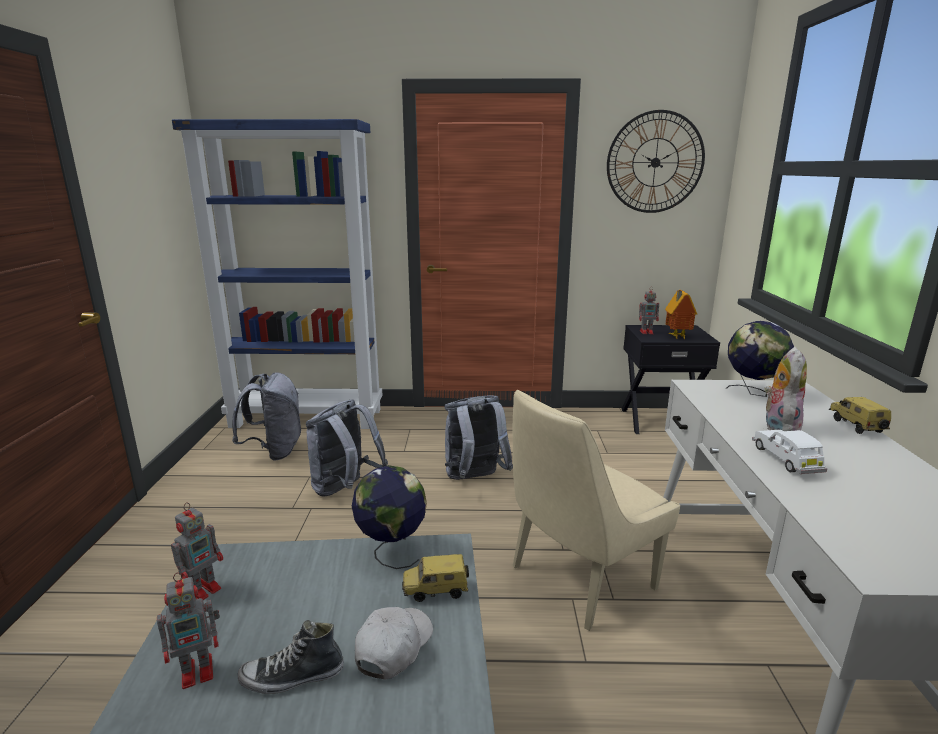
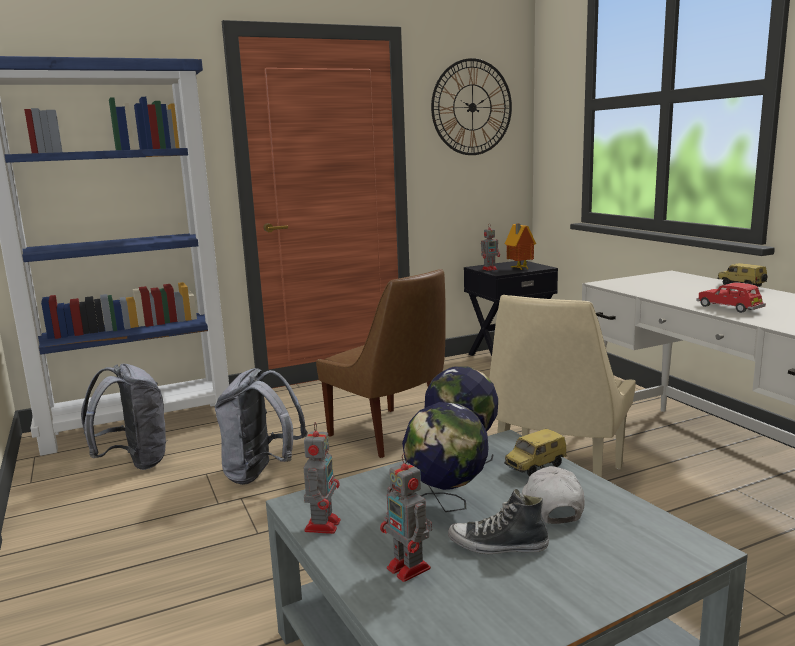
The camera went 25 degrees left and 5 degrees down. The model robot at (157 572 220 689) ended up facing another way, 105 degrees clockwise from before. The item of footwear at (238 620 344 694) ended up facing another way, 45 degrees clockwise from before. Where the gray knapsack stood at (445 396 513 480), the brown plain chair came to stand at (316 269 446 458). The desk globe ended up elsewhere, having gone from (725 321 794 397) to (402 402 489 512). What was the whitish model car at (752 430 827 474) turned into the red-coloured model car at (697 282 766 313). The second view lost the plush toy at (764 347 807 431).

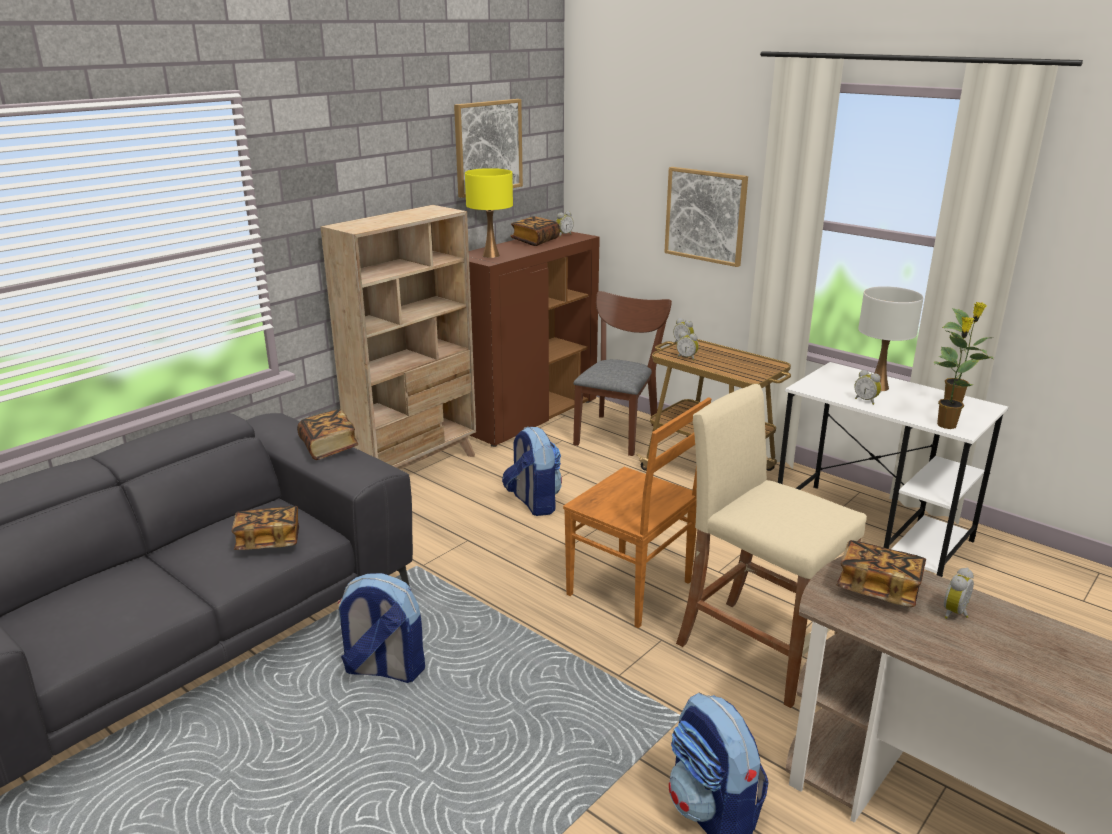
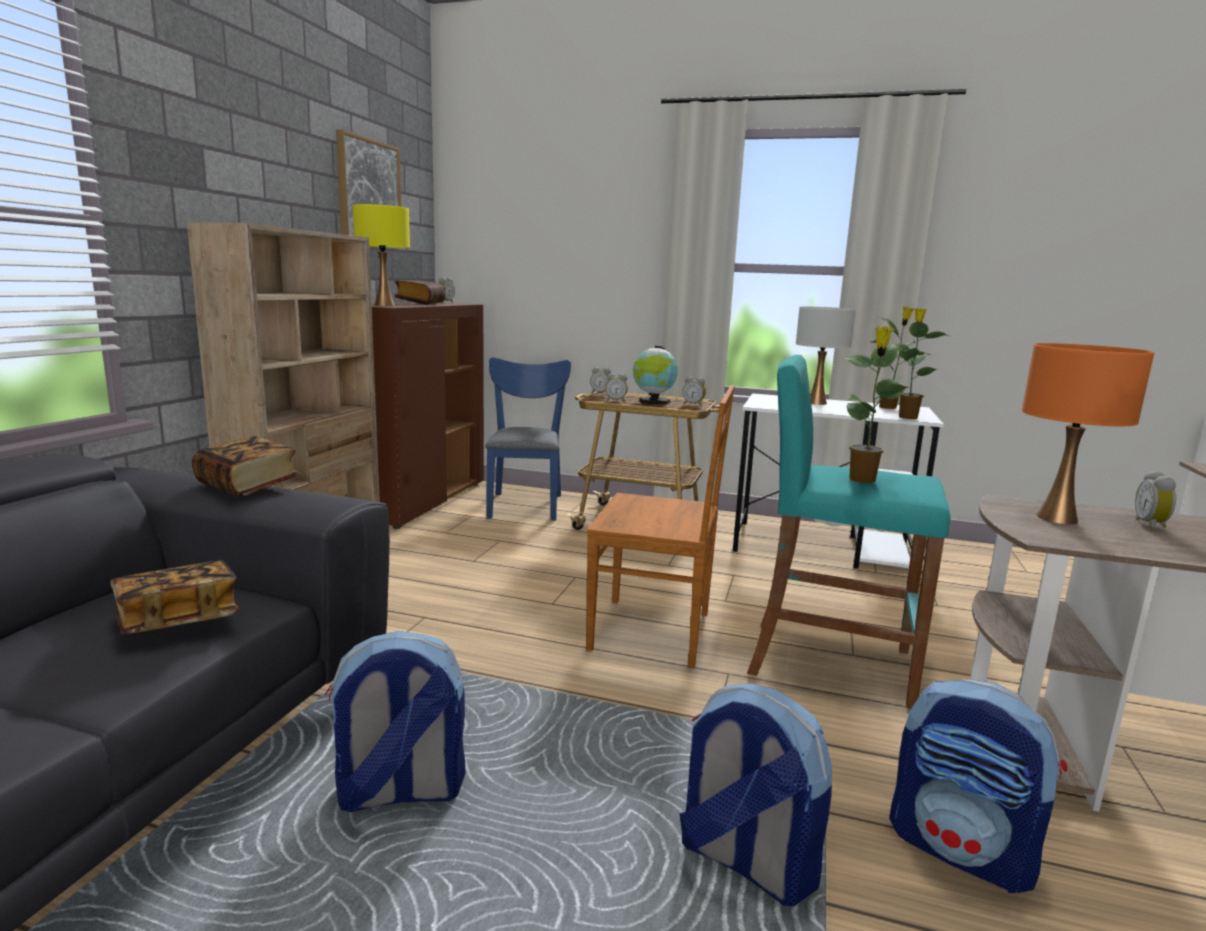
The camera went 25 degrees left and 10 degrees down. The knapsack ended up elsewhere, having gone from (502 427 562 516) to (679 684 832 906). What was the brown plain chair at (573 291 672 456) turned into the blue plain chair at (485 357 571 520). The second view lost the wall art at (664 167 748 267). What was the beige-coloured stool at (676 384 867 708) turned into the turquoise stool at (747 355 950 709). Where the book stood at (836 540 926 607), the orange lamp for a table came to stand at (1022 343 1154 524). The bedside clock ended up elsewhere, having gone from (855 370 881 405) to (683 377 706 406). The second view gained the desk globe at (633 346 678 405). The second view gained the plant in a pot at (844 326 910 483).

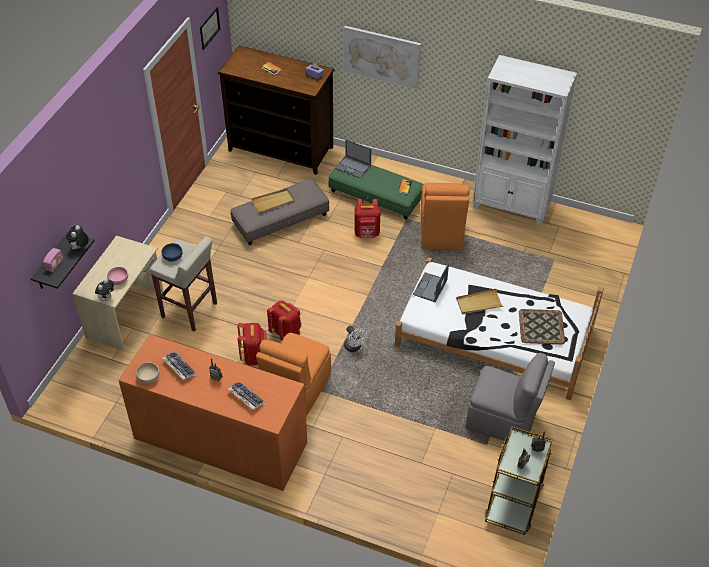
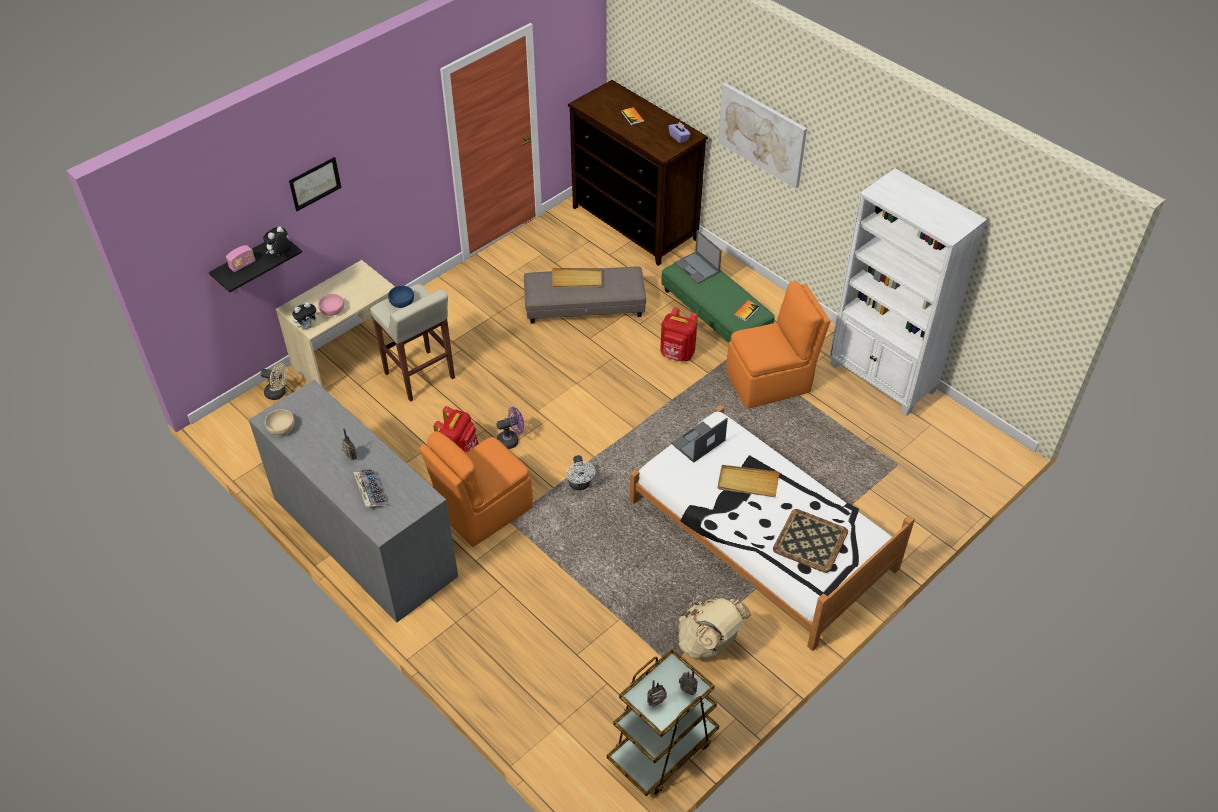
The camera went 25 degrees right and 0 degrees up. What was the orange drawer chest at (118 334 307 491) turned into the gray drawer chest at (249 380 458 622). The second view lost the keyboard at (162 352 197 379). The wall art ended up elsewhere, having gone from (200 7 220 50) to (289 157 341 211). Where the red-coloured knapsack stood at (267 300 301 341), the purplish electric fan came to stand at (496 407 524 449). The orange plain chair at (421 183 470 249) ended up facing another way, 135 degrees counterclockwise from before. Where the gray plain chair stood at (466 353 555 441), the beige-coloured knapsack came to stand at (678 598 751 659). The second view gained the beige-coloured electric fan at (261 363 288 400).

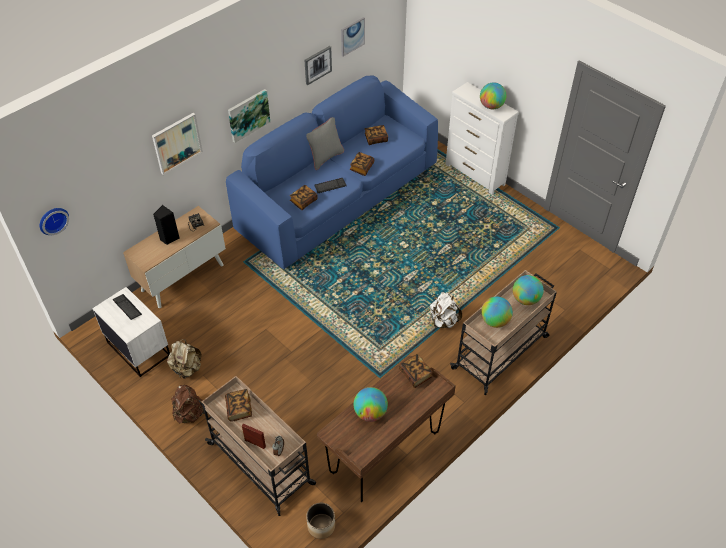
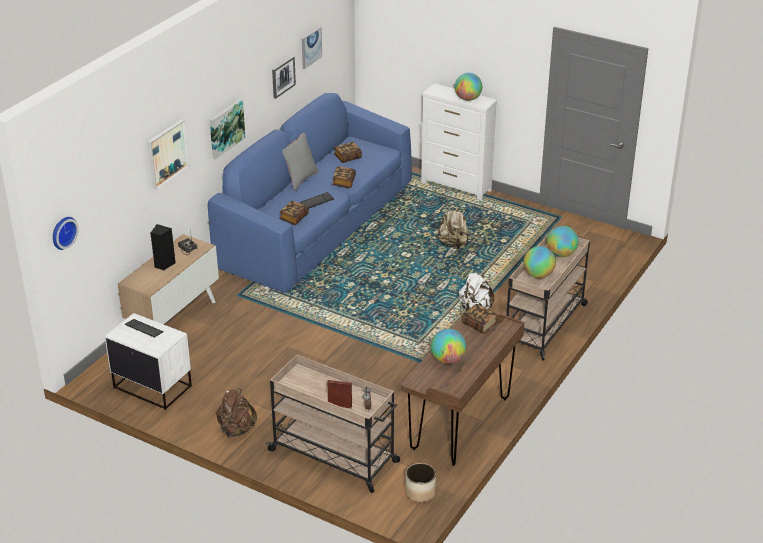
The camera went 15 degrees left and 15 degrees down. The beige-coloured knapsack ended up elsewhere, having gone from (167 339 202 379) to (436 206 470 249). The second view lost the book at (225 389 252 422).

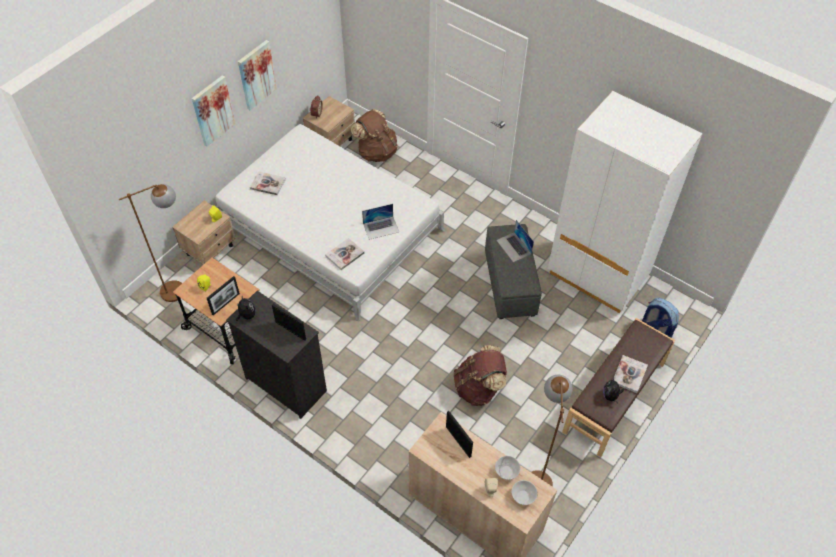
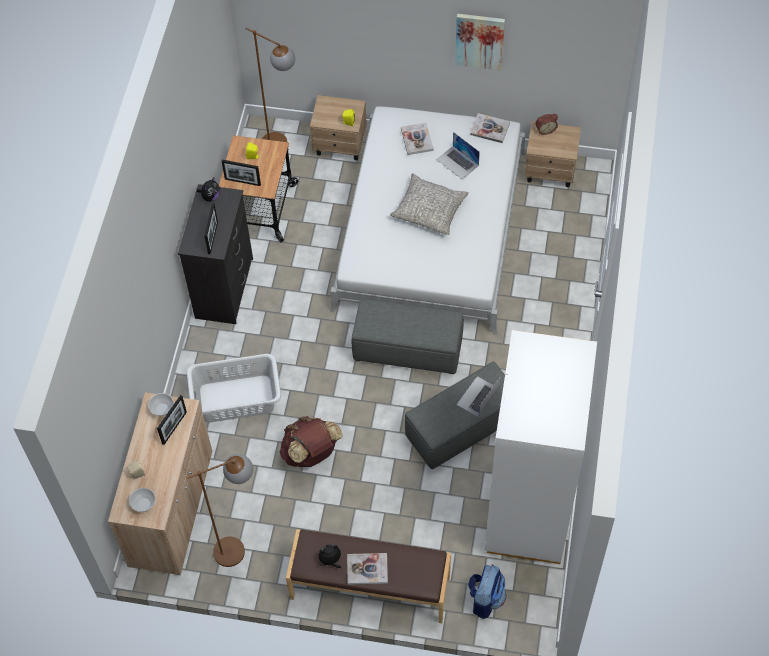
The camera went 65 degrees right and 5 degrees up. The second view lost the wall art at (192 75 235 147). The book ended up elsewhere, having gone from (325 238 364 270) to (470 113 510 143). The second view lost the brown knapsack at (351 109 398 162). The portable computer ended up elsewhere, having gone from (362 204 399 240) to (436 132 480 180). The bowl ended up elsewhere, having gone from (495 456 520 480) to (148 393 174 416). The second view gained the whitish hamper at (187 354 281 422). The second view gained the gray ottoman at (352 299 463 374). The second view gained the gray cushion at (390 173 469 235).

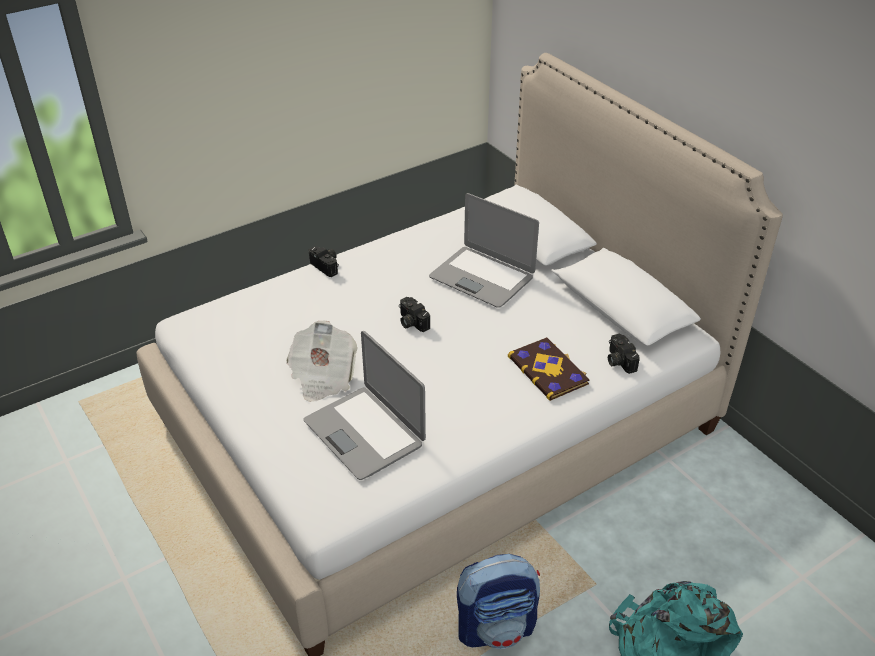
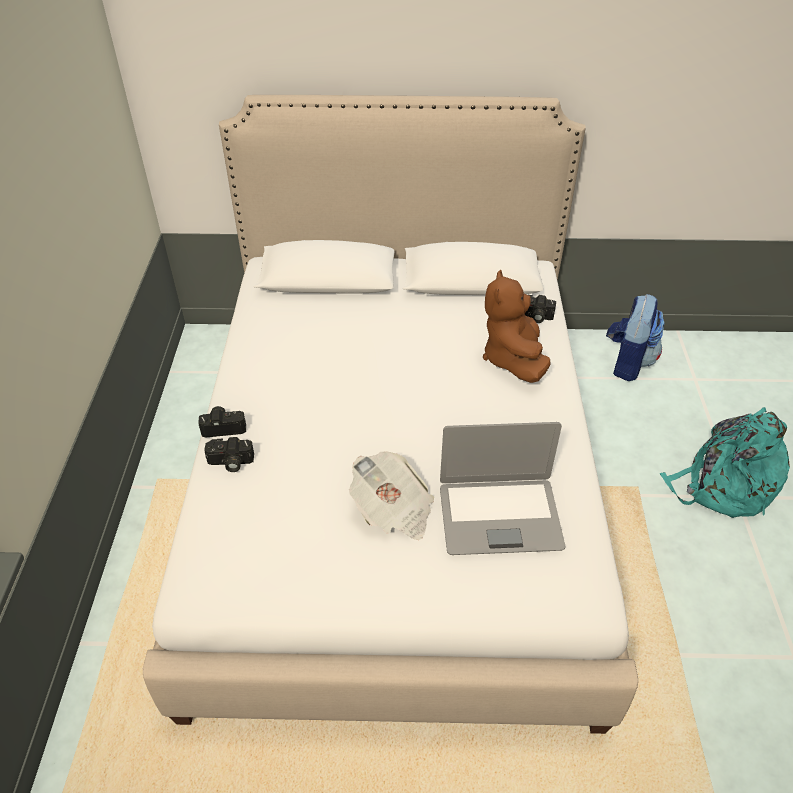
The camera went 55 degrees left and 5 degrees up. The photo camera ended up elsewhere, having gone from (399 297 430 332) to (204 437 254 472). The second view lost the portable computer at (429 193 539 308). The knapsack ended up elsewhere, having gone from (457 554 540 649) to (606 294 665 381). Where the book stood at (508 337 590 401), the brown plush toy came to stand at (483 270 551 383).

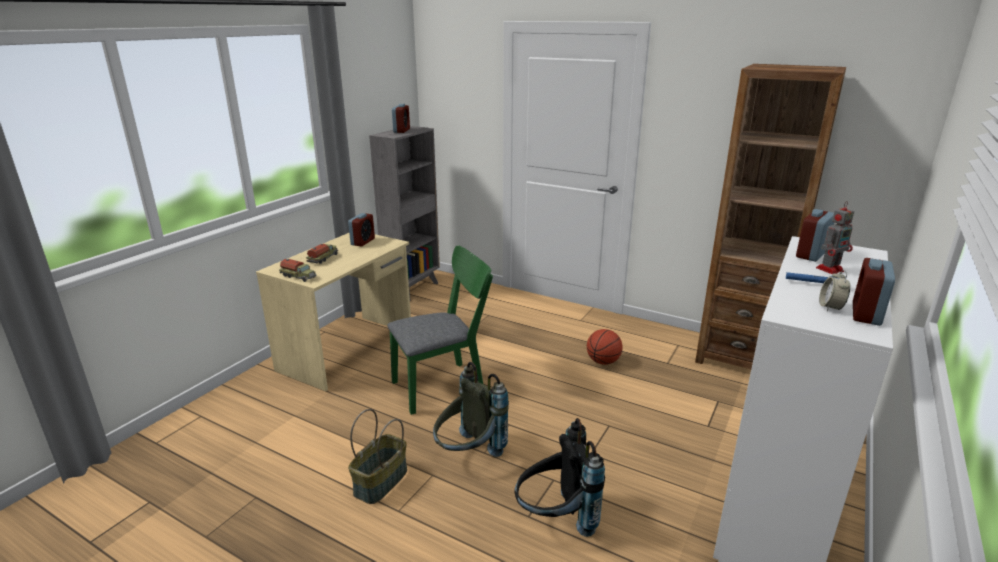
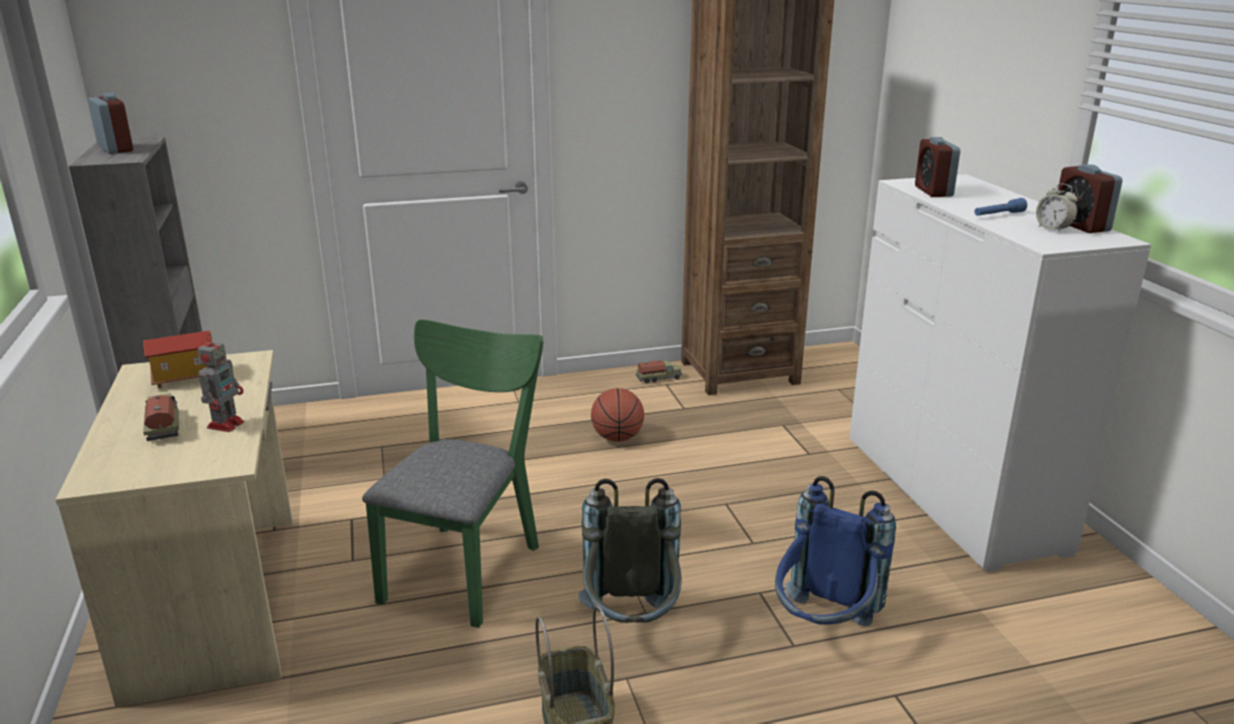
The camera went 45 degrees left and 0 degrees up. The toy truck ended up elsewhere, having gone from (279 259 316 282) to (636 360 682 384). Where the bedside clock stood at (348 213 375 247), the model house came to stand at (143 330 212 389). What was the black knapsack at (515 418 605 537) turned into the blue knapsack at (775 476 896 627). The model robot ended up elsewhere, having gone from (816 201 854 274) to (198 334 244 432).

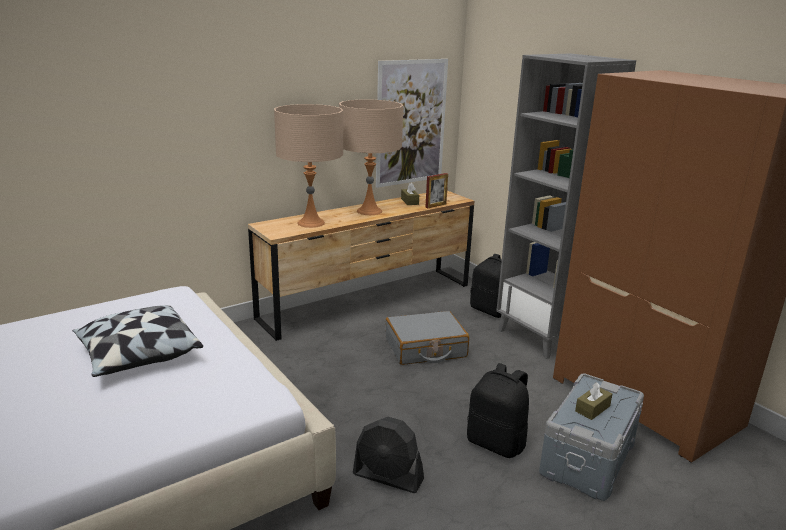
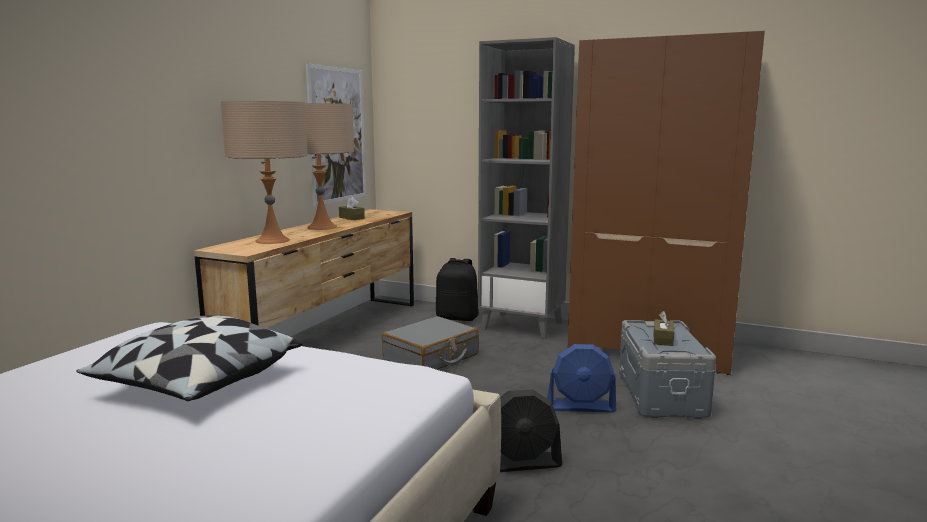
The camera went 30 degrees left and 10 degrees down. The second view lost the picture frame at (425 173 448 208). Where the black knapsack stood at (467 363 529 458), the blue electric fan came to stand at (547 344 617 413).

